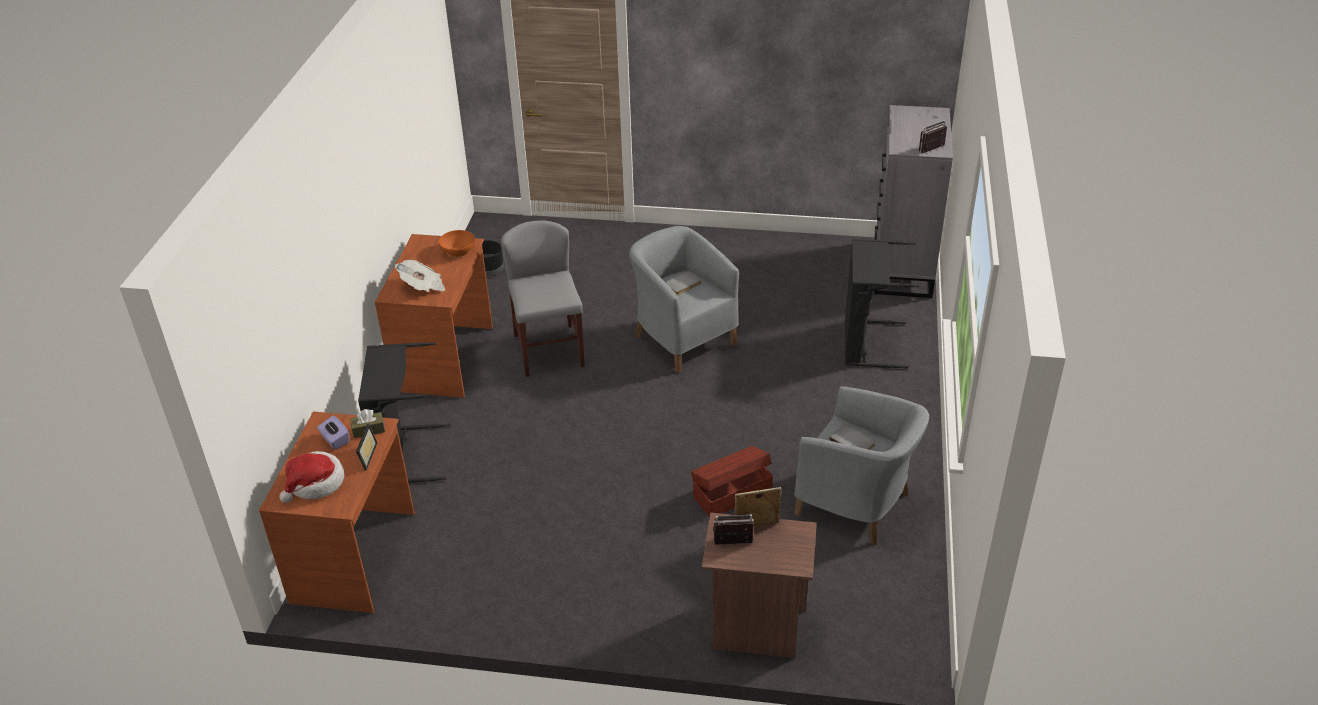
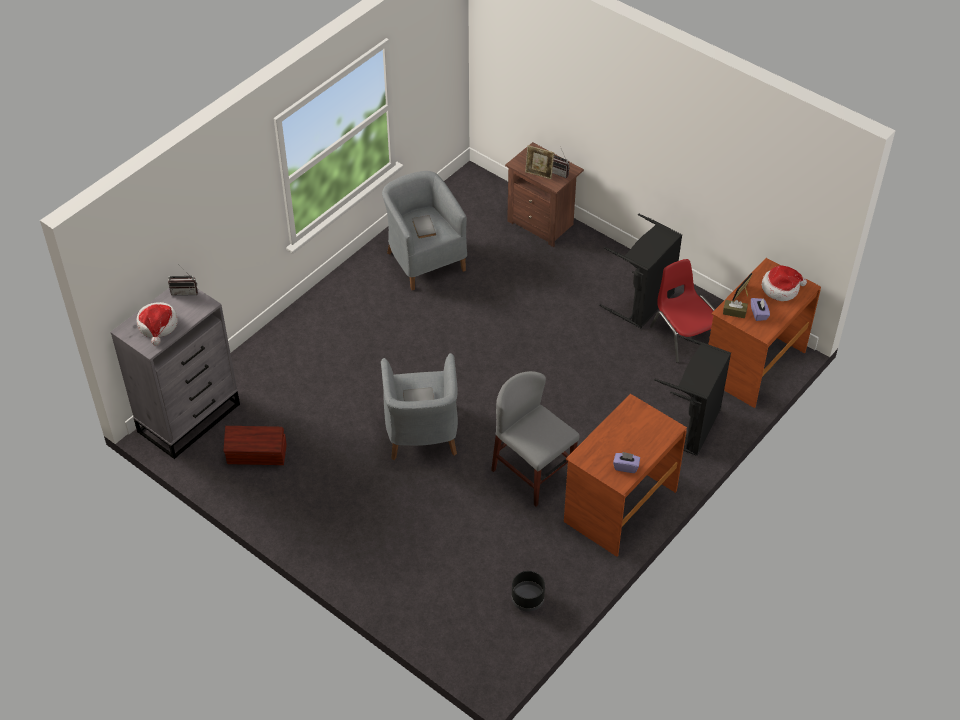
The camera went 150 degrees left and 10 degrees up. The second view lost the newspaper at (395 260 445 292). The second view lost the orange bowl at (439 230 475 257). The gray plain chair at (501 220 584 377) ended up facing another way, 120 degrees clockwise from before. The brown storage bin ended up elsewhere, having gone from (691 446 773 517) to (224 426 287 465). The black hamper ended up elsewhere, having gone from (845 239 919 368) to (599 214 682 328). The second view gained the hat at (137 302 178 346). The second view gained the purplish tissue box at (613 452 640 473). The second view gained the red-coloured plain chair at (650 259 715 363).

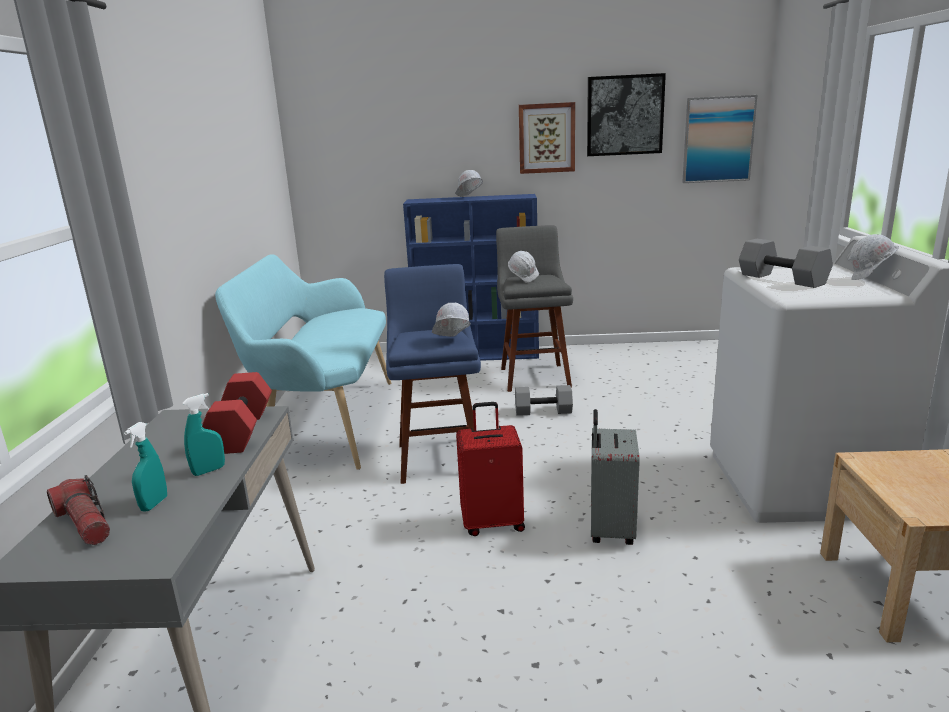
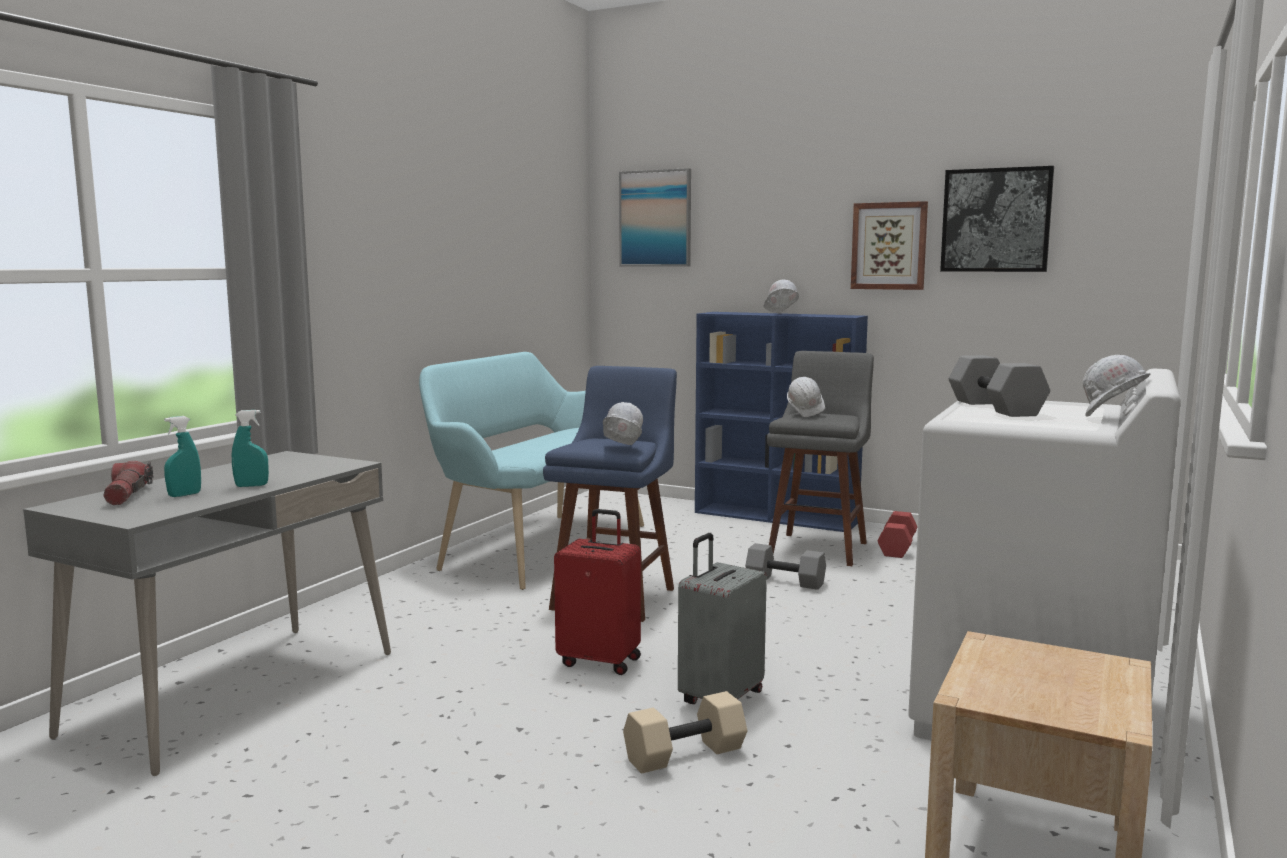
The camera went 25 degrees right and 10 degrees down. The red-coloured free weight ended up elsewhere, having gone from (202 372 272 454) to (877 511 917 558). The wall art ended up elsewhere, having gone from (682 95 758 183) to (619 168 691 267). The second view gained the beige-coloured free weight at (623 691 747 774).

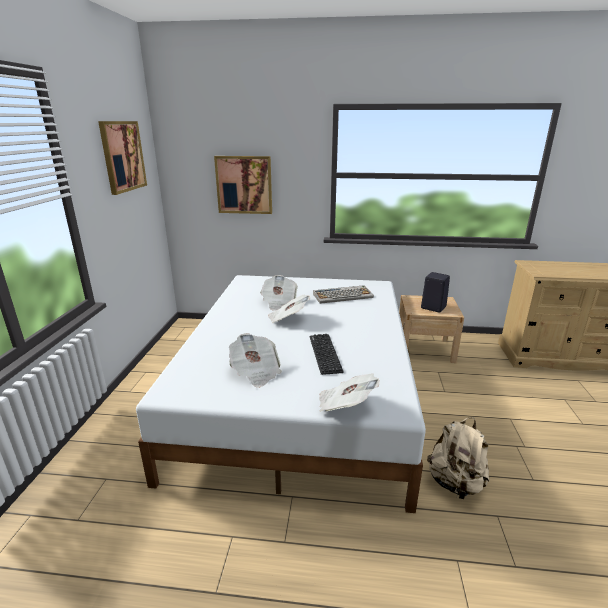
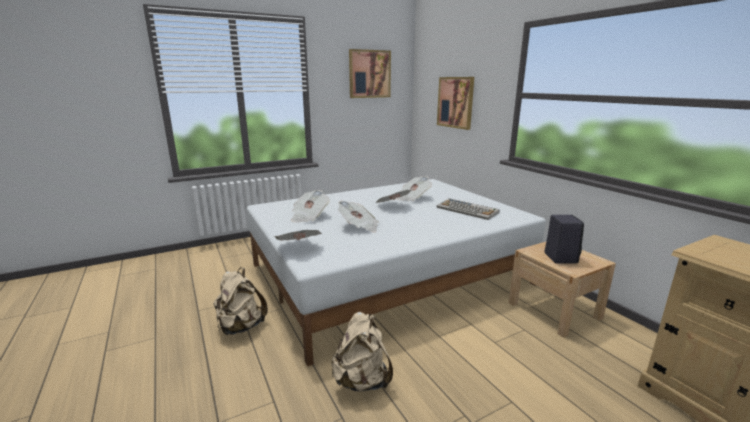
The camera went 55 degrees right and 5 degrees down. Where the keyboard stood at (309 334 344 375), the newspaper came to stand at (338 201 379 233). The second view gained the beige-coloured knapsack at (213 267 268 335).

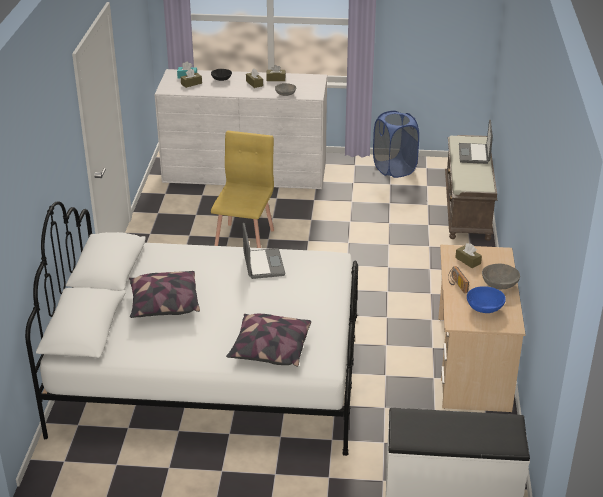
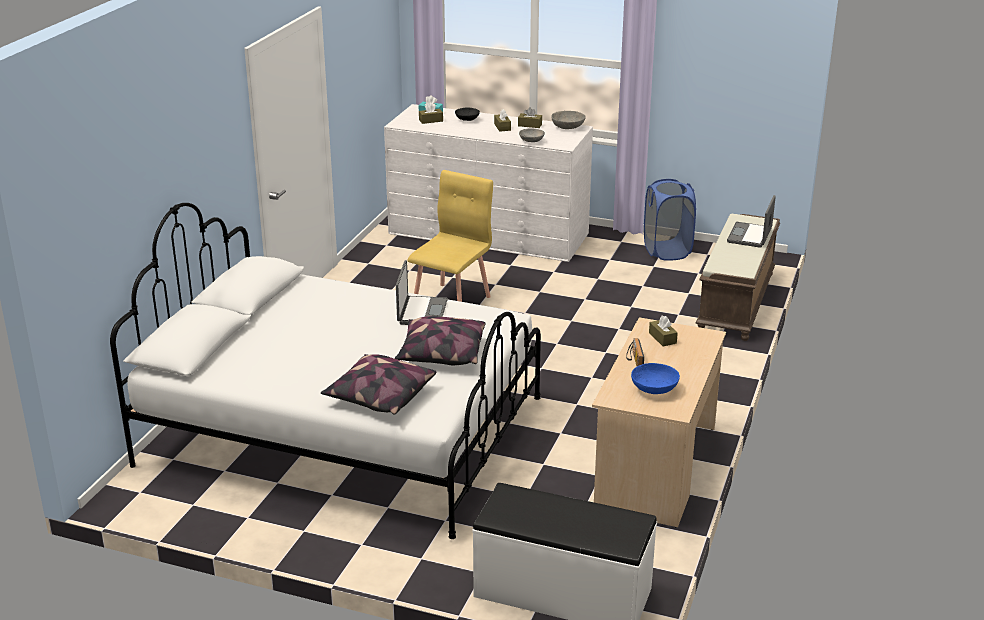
The camera went 15 degrees right and 5 degrees down. The cushion ended up elsewhere, having gone from (129 271 200 318) to (395 316 485 365). The gray bowl ended up elsewhere, having gone from (482 264 520 289) to (551 111 585 129).

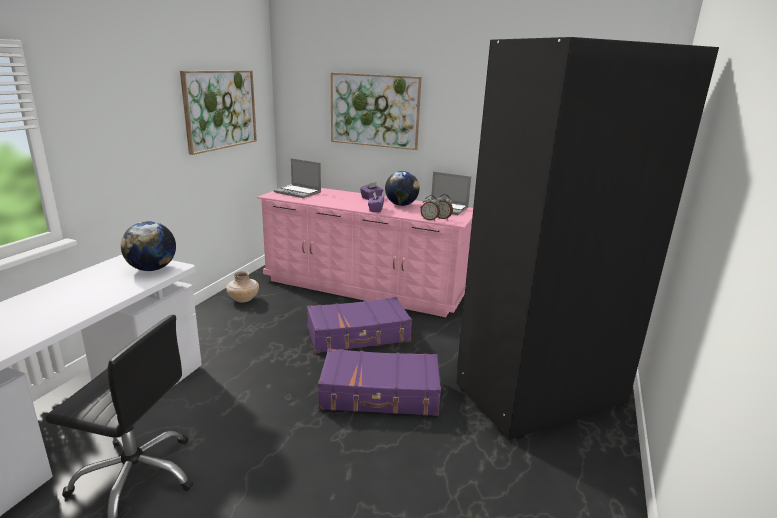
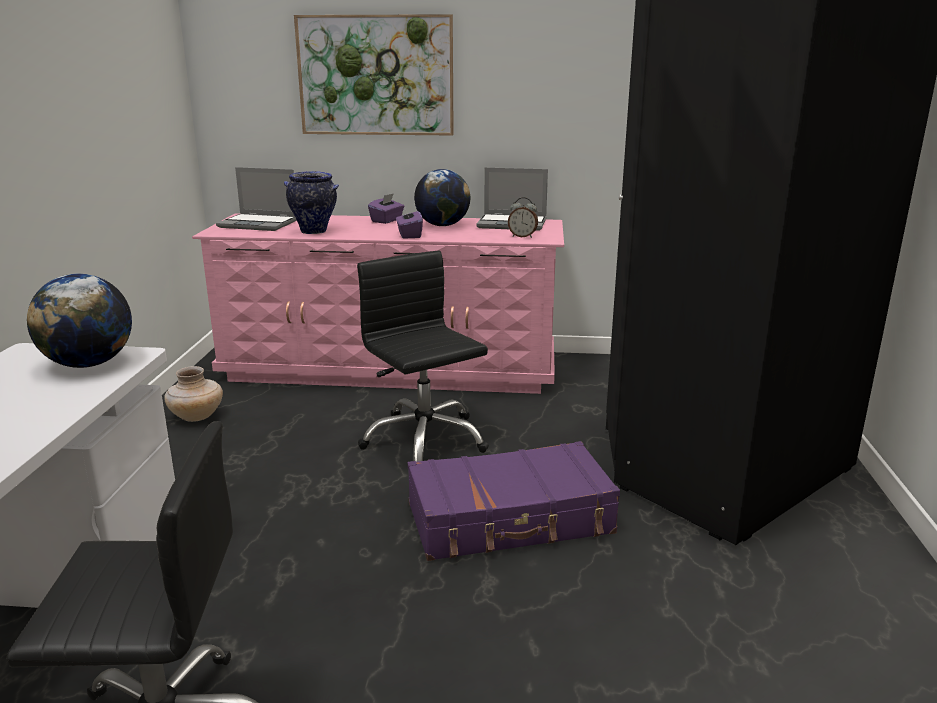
The camera went 15 degrees left and 0 degrees up. The second view lost the wall art at (180 71 257 155). Where the purplish piece of luggage stood at (307 297 412 353), the black desk chair came to stand at (357 251 489 462). The second view lost the bedside clock at (421 195 440 221). The second view gained the flower vase at (284 171 339 234).

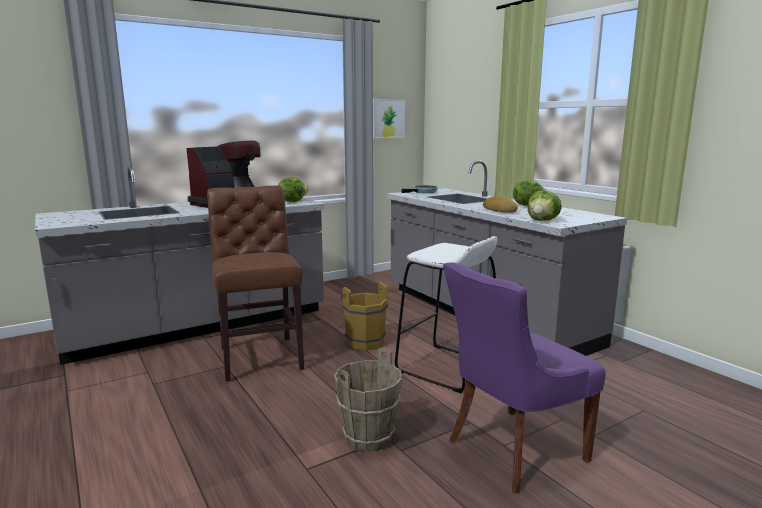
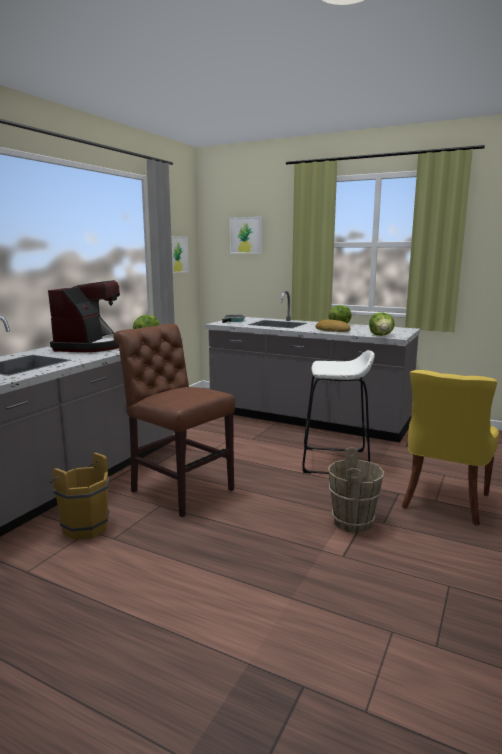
The camera went 30 degrees left and 0 degrees up. The brown water bucket ended up elsewhere, having gone from (341 282 388 351) to (49 452 109 540). What was the purplish plain chair at (443 262 605 494) turned into the yellowish plain chair at (401 370 499 525). The second view gained the wall art at (230 217 262 254).

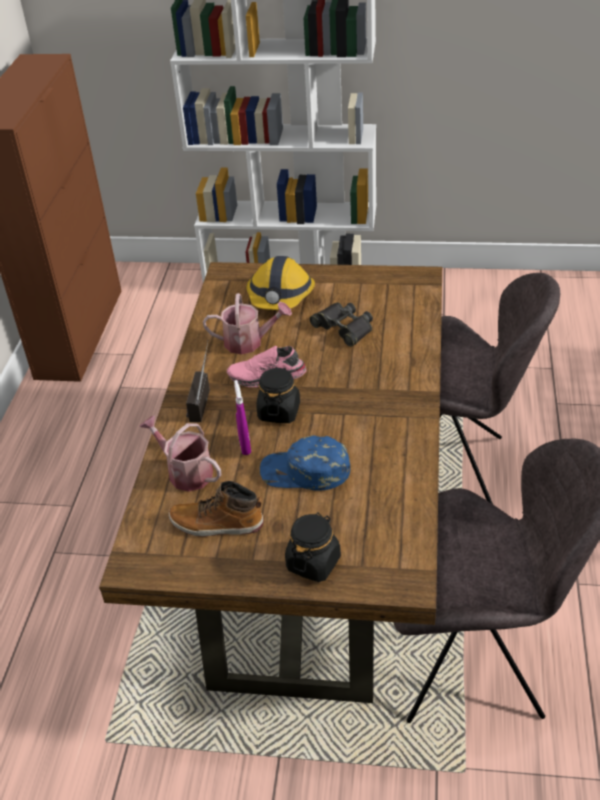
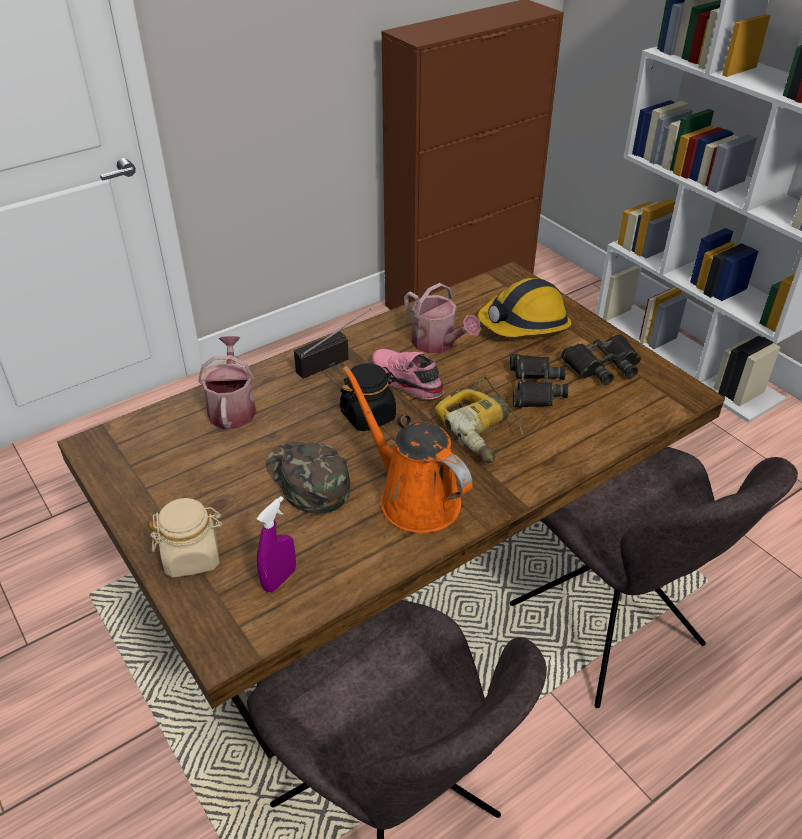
The camera went 45 degrees right and 0 degrees up. The second view lost the boot at (169 481 264 537). The purplish sprayer ended up elsewhere, having gone from (234 380 251 455) to (257 496 296 592). What was the blue peaked cap at (260 435 350 491) turned into the green peaked cap at (266 442 350 514). What was the black jar at (285 512 341 582) turned into the beige-coloured jar at (149 498 222 578). The second view gained the orange watering can at (343 366 473 533). The second view gained the drill at (435 377 523 463). The second view gained the black binoculars at (561 334 641 385).

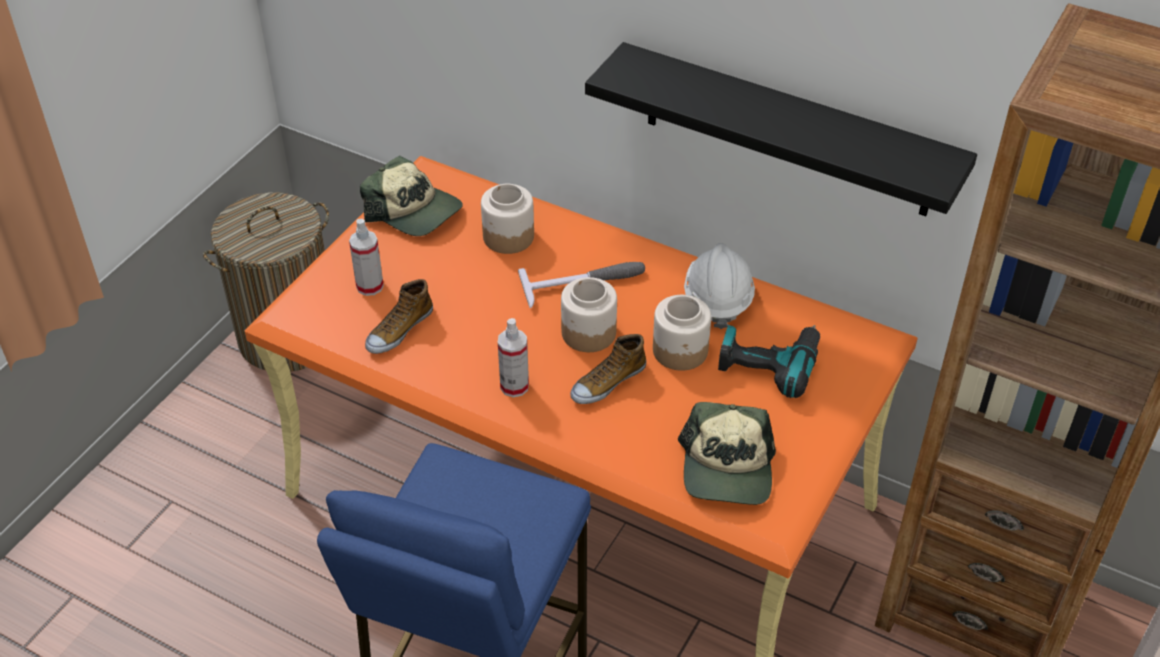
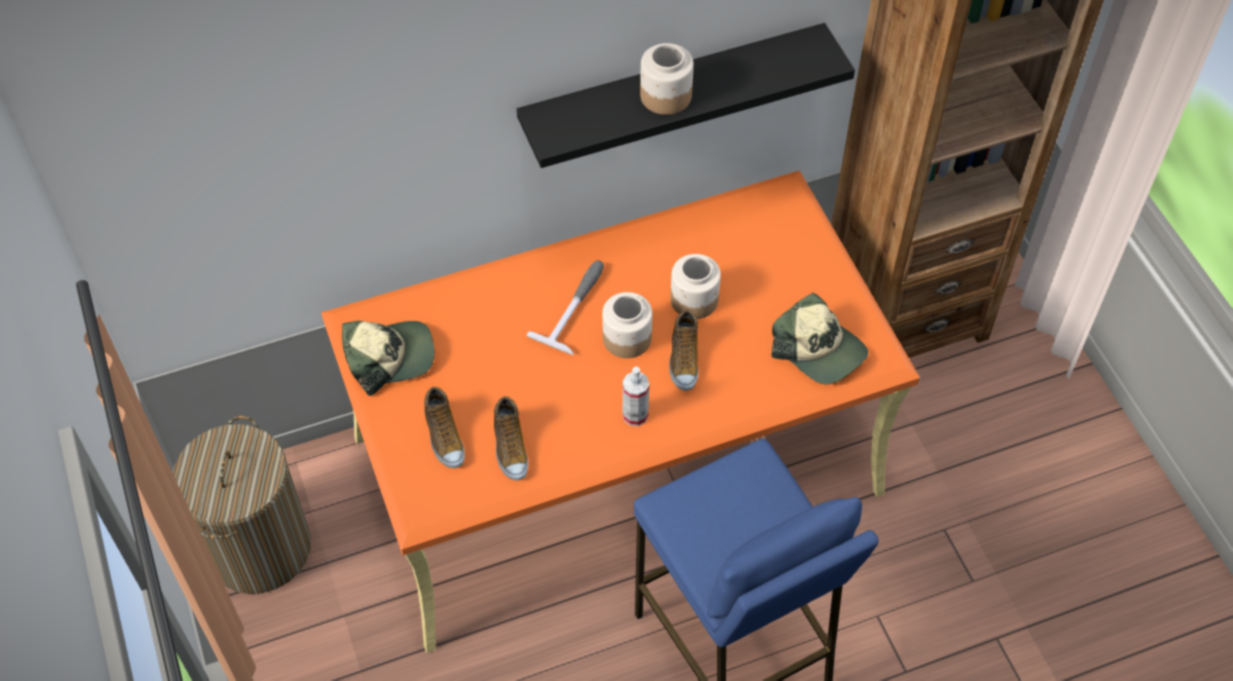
The camera went 50 degrees left and 10 degrees up. Where the sprayer stood at (349 219 384 296), the item of footwear came to stand at (424 387 465 468). The jar ended up elsewhere, having gone from (481 184 534 254) to (640 43 694 115). The second view lost the whitish work helmet at (684 243 755 329). The second view lost the drill at (718 325 820 398).

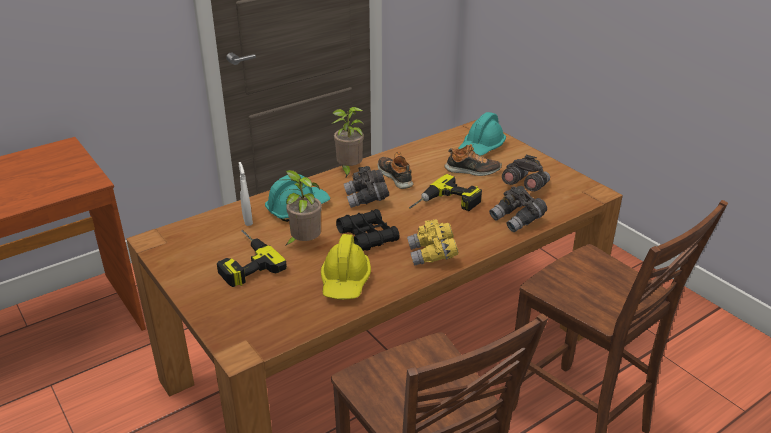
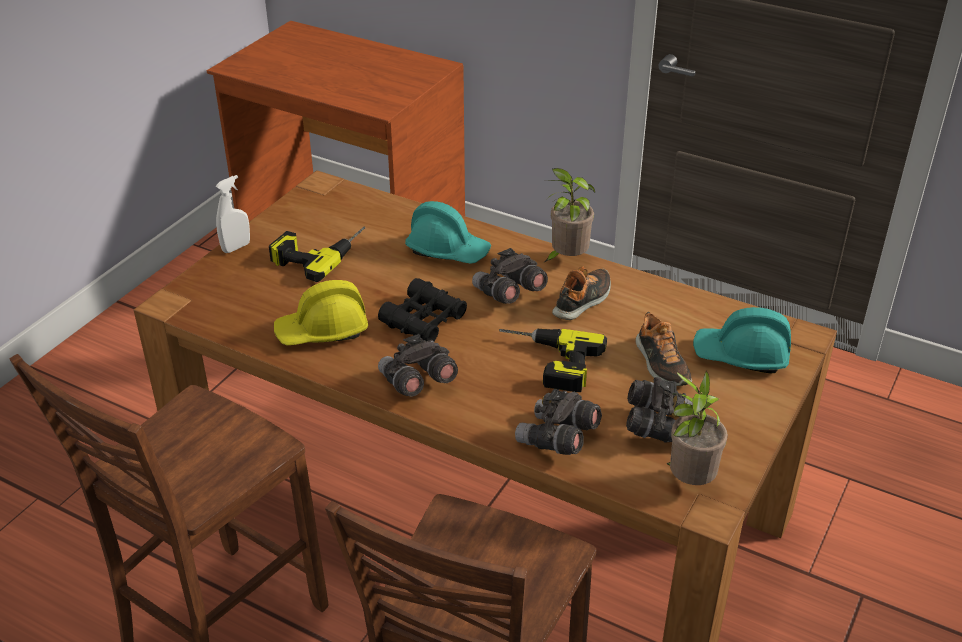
The camera went 65 degrees right and 5 degrees up. The whitish sprayer ended up elsewhere, having gone from (239 162 253 226) to (215 175 250 253). The plant in a pot ended up elsewhere, having gone from (282 170 322 246) to (666 371 728 485). What was the yellowish binoculars at (407 220 459 266) turned into the gray binoculars at (378 334 458 397).

